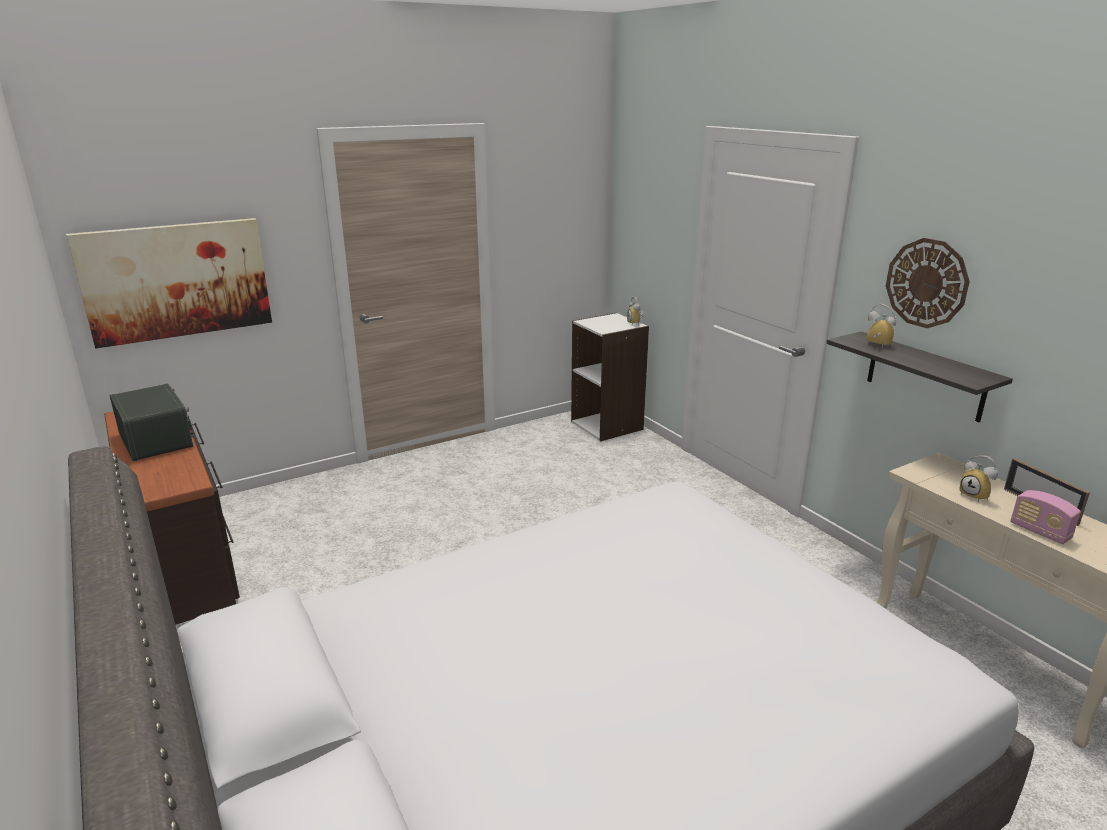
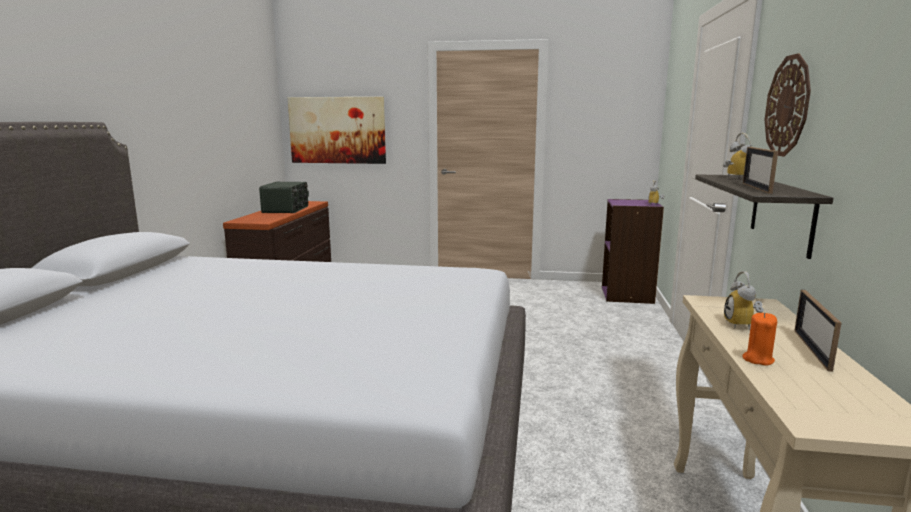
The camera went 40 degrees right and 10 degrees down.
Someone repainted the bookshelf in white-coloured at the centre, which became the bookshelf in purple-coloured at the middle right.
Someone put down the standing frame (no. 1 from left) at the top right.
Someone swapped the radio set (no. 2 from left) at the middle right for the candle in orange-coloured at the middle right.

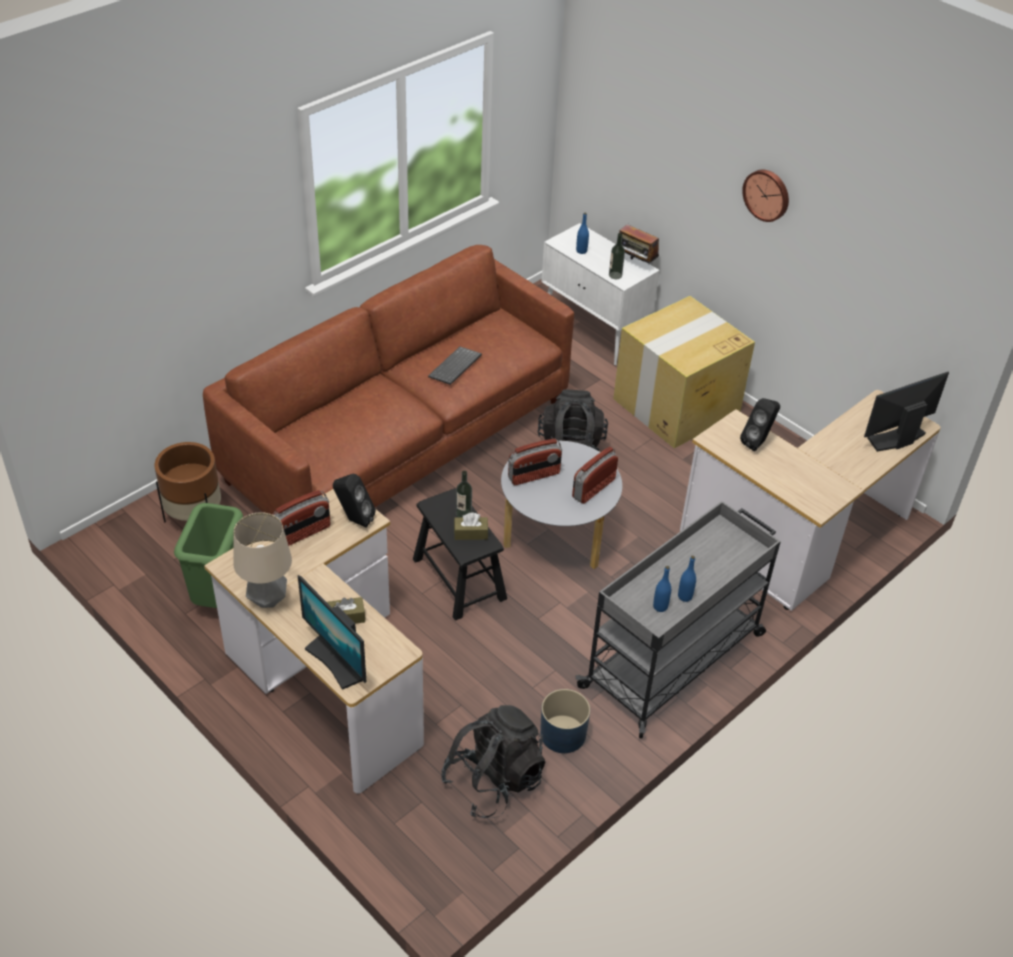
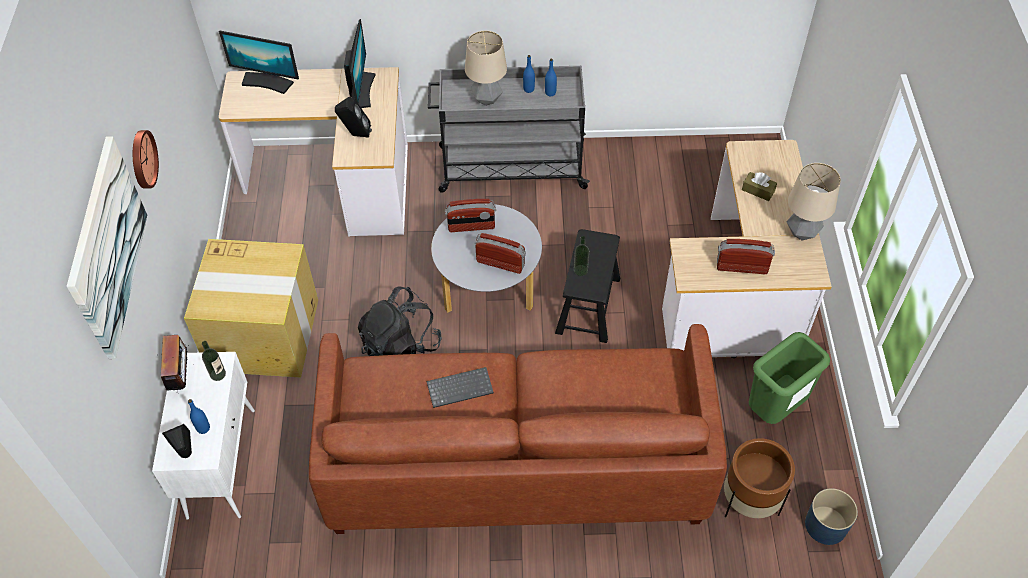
The camera went 135 degrees left and 10 degrees up.
Someone put up the wall art at the middle left.
Someone carried the speaker in black (no. 1 from left) from the centre to the bottom left.
Someone carried the monitor (no. 1 from left in the first image) from the middle left to the top centre.
Someone put down the lamp for a table (no. 1 from left) at the top centre.
Someone carried the planter in blue-coloured from the bottom centre to the bottom right.
Someone took away the rucksack in black (no. 1 from left) at the bottom centre.
Someone took away the box of tissues in brownish (no. 2 from left) at the centre.

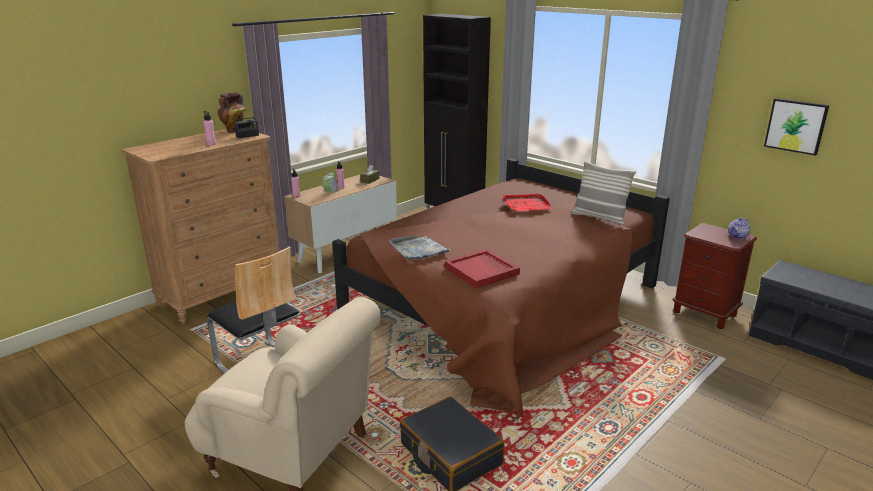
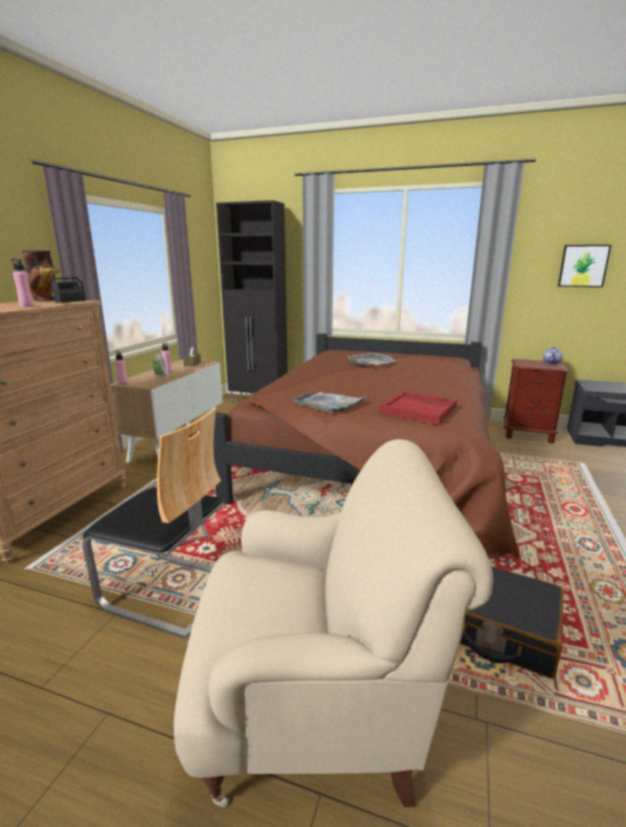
The camera went 25 degrees left and 5 degrees down.
Someone repainted the tray in reddish (no. 2 from left) at the centre, which became the tray in greyish (no. 2 from left) at the centre.
Someone took away the throw pillow at the middle right.

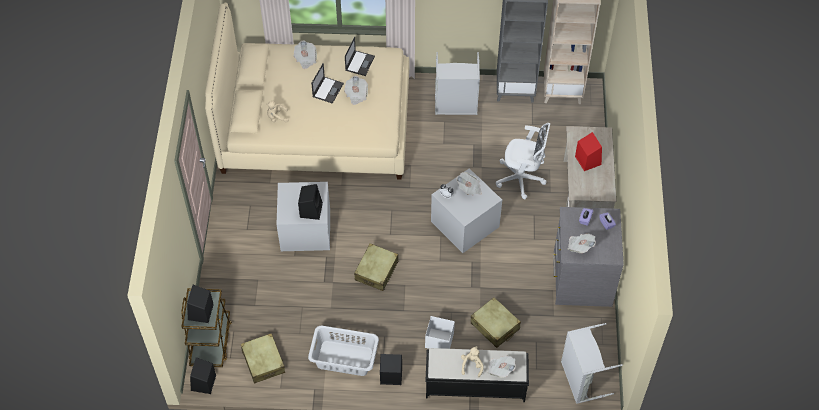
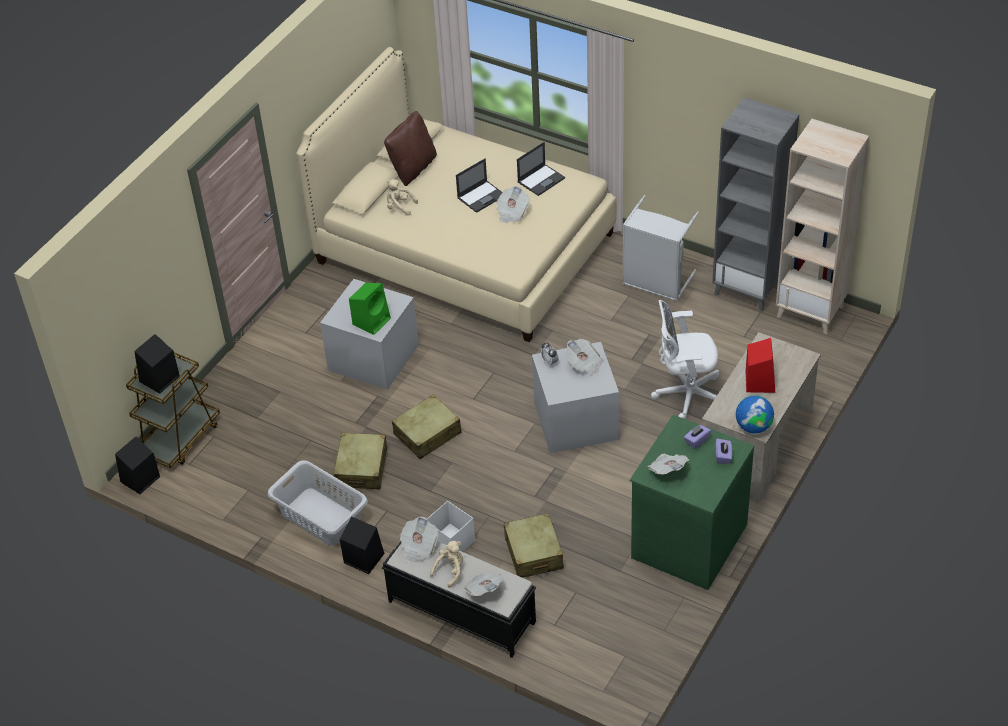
The camera went 30 degrees right and 10 degrees down.
Someone carried the suitcase in beige (no. 1 from left) from the bottom left to the centre.
Someone repainted the speaker in black (no. 3 from left) at the centre, which became the speaker in green at the centre.
Someone put down the throw pillow in brownish at the top centre.
Someone carried the newspaper (no. 1 from left) from the top centre to the bottom centre.
Someone repainted the chest of drawers in greyish at the middle right, which became the chest of drawers in green at the bottom right.
Someone rotated the office chair in white-coloured at the centre by 135 degrees clockwise.
Someone put down the globe at the middle right.
Someone took away the washing basket in greyish (no. 3 from left) at the bottom right.

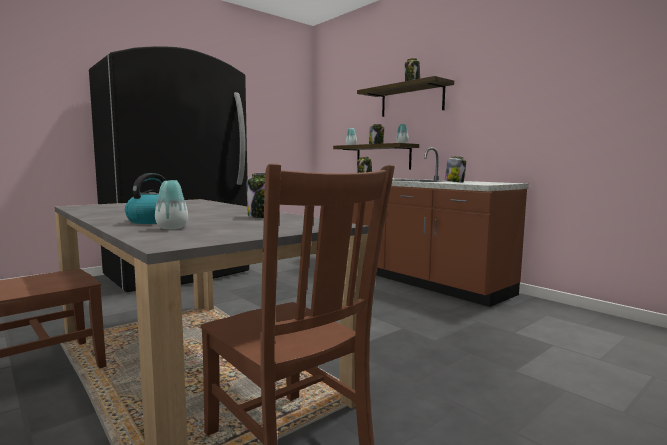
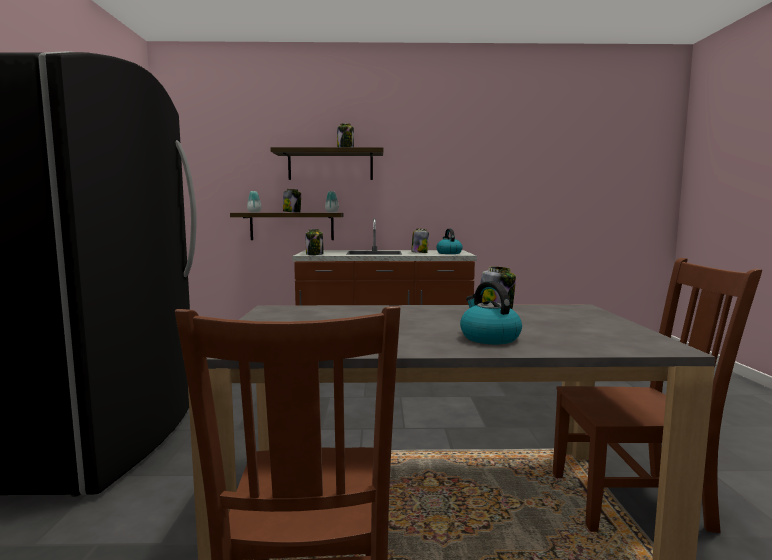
The camera went 50 degrees left and 0 degrees up.
Someone put down the kettle (no. 1 from left) at the centre.
Someone took away the vase (no. 1 from left) at the middle left.

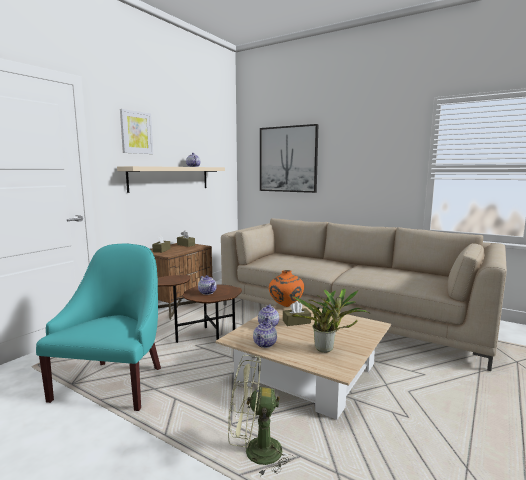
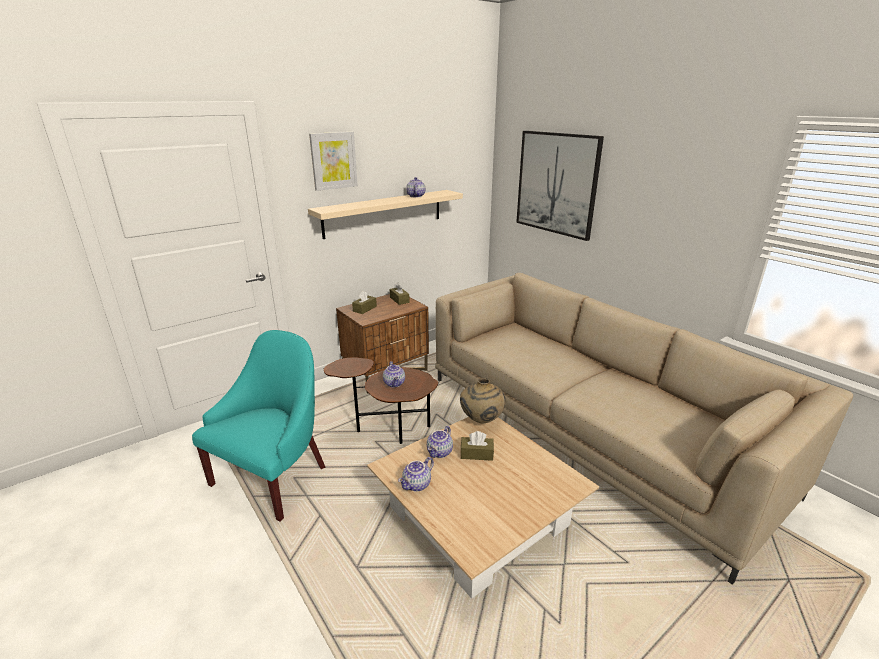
The camera went 20 degrees right and 15 degrees up.
Someone repainted the vase in orange-coloured at the centre, which became the vase in beige at the centre.
Someone took away the electric fan in green at the bottom centre.
Someone took away the potted plant at the bottom centre.

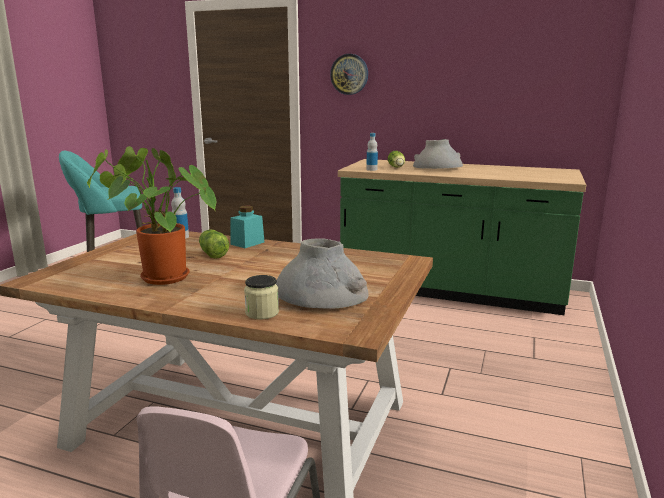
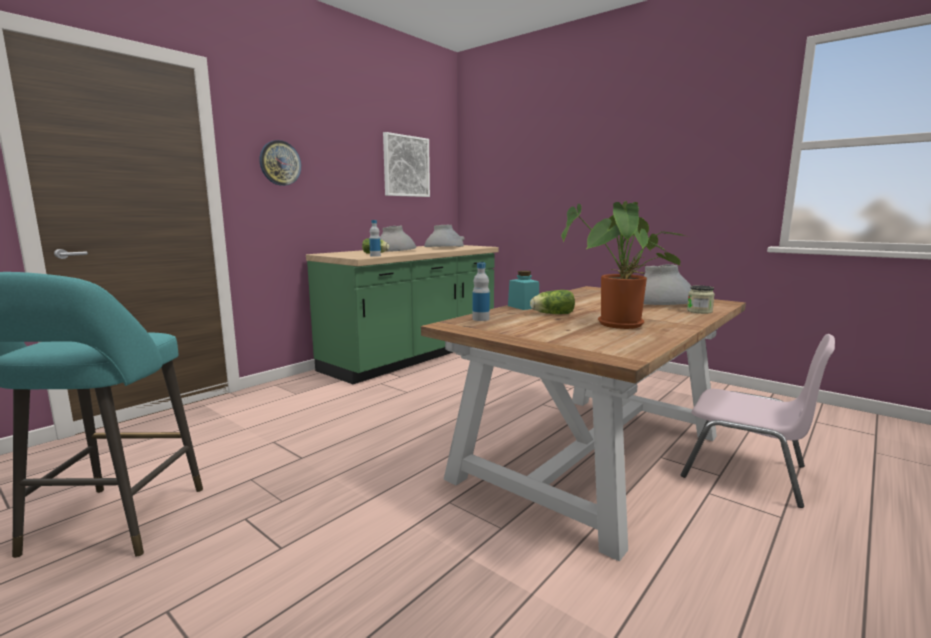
The camera went 70 degrees left and 5 degrees down.
Someone put up the wall art at the top centre.
Someone put down the vase in greyish (no. 2 from left) at the centre.

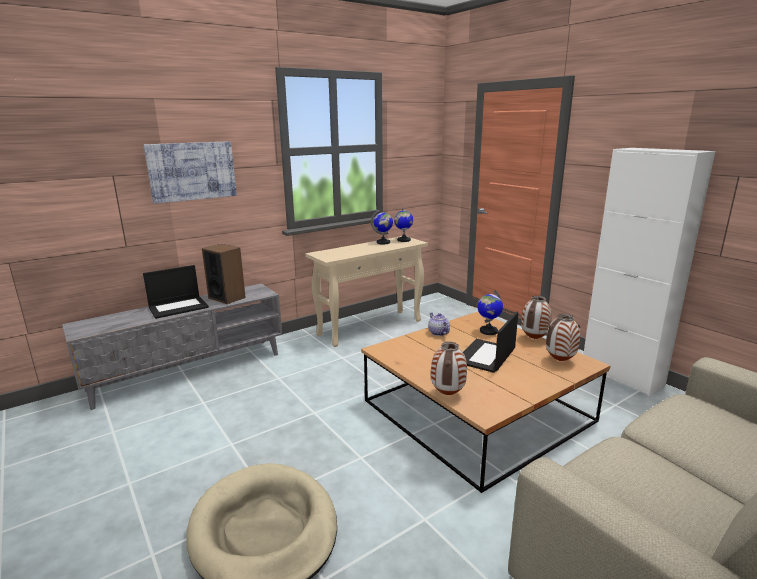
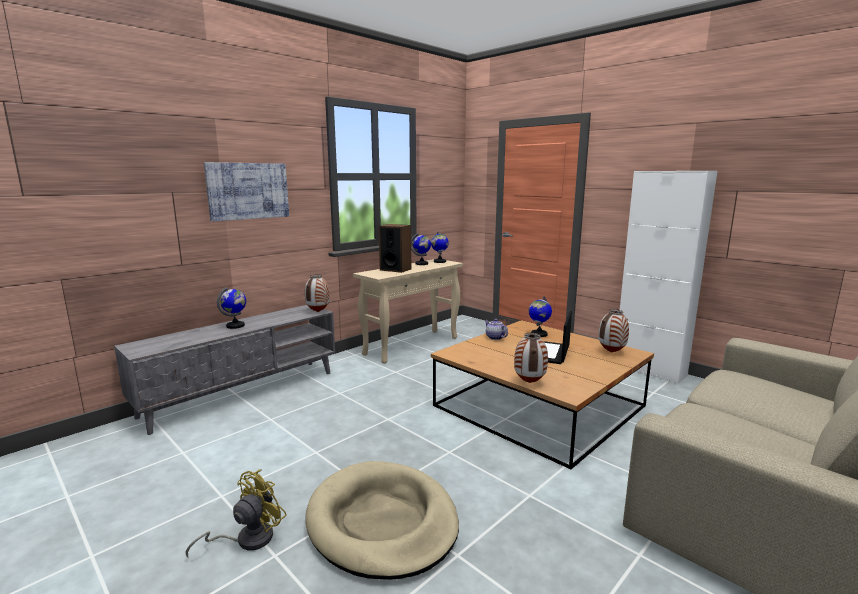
The camera went 10 degrees left and 5 degrees down.
Someone put down the electric fan in yellow-coloured at the bottom left.
Someone swapped the portable computer (no. 1 from left) at the middle left for the globe (no. 1 from left) at the middle left.
Someone carried the vase (no. 2 from left in the first image) from the middle right to the centre.
Someone carried the speaker from the middle left to the centre.

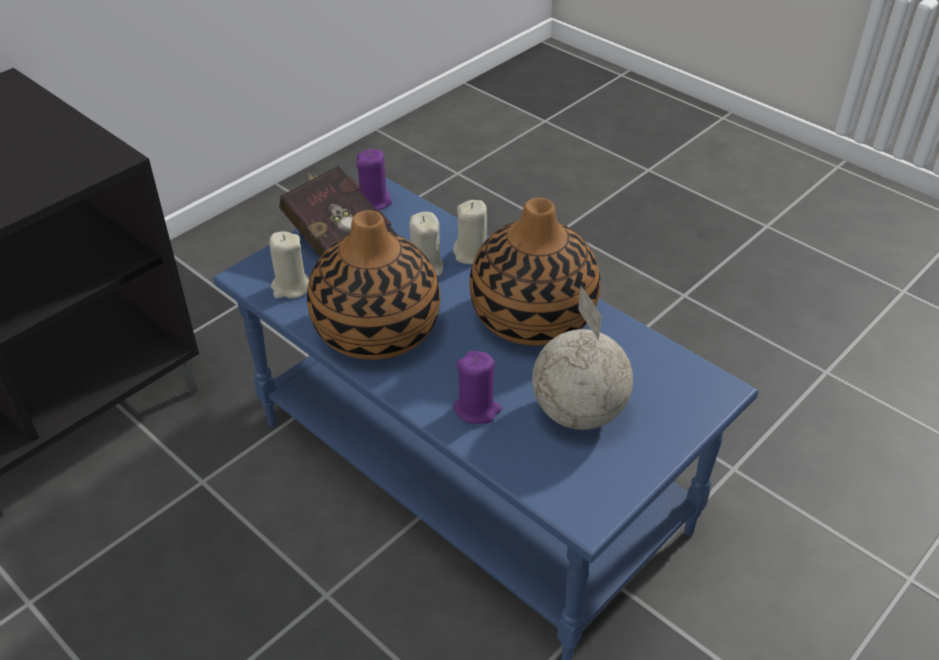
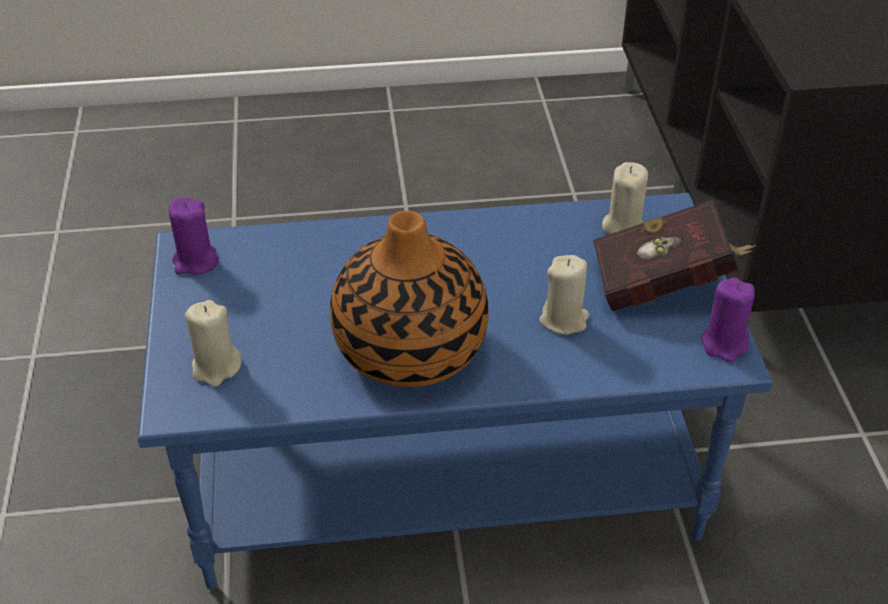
The camera went 130 degrees right and 0 degrees up.
Someone carried the candle in purple-coloured (no. 2 from left in the first image) from the centre to the middle left.
Someone carried the candle in beige (no. 3 from left in the first image) from the centre to the middle left.
Someone took away the vase (no. 1 from left) at the centre.
Someone took away the globe at the centre.

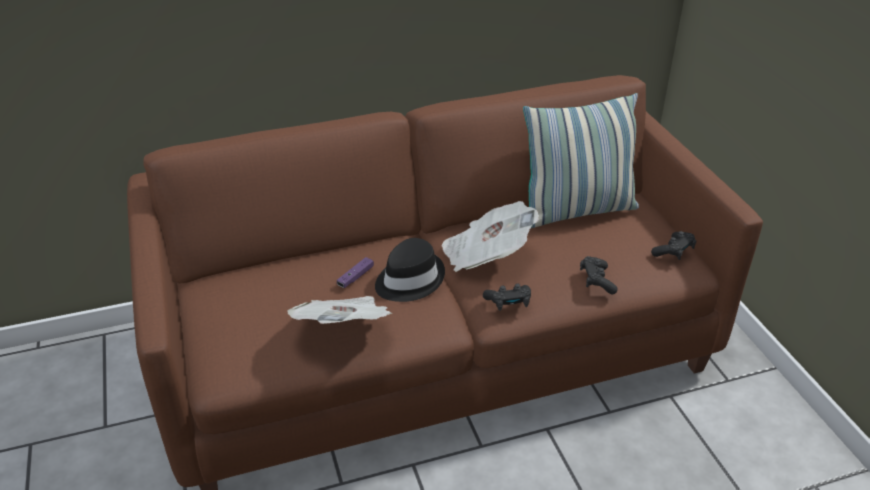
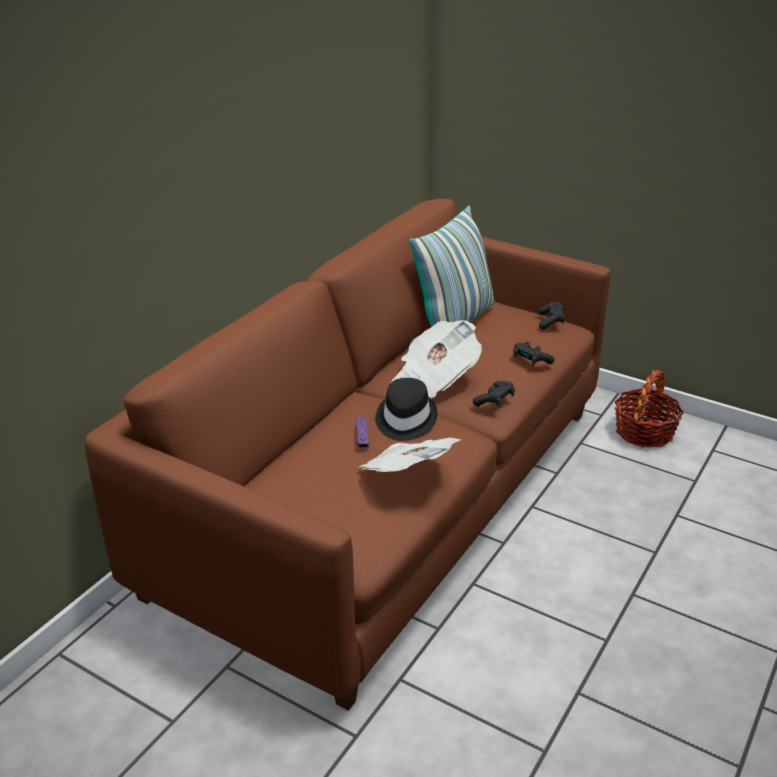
The camera went 40 degrees left and 5 degrees down.
Someone put down the household basket at the middle right.

